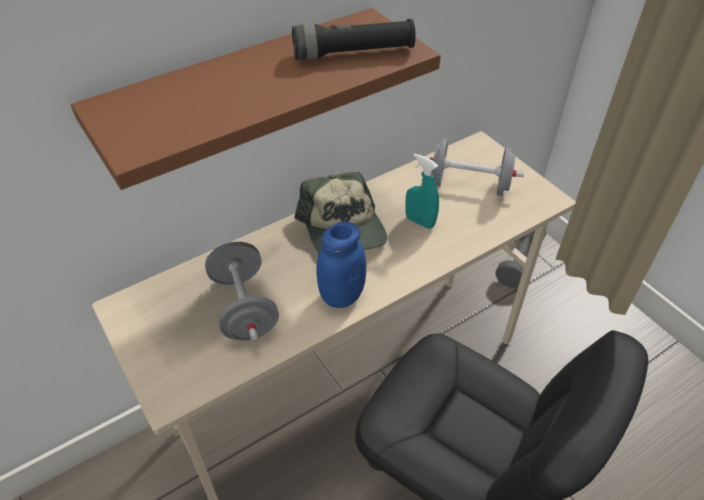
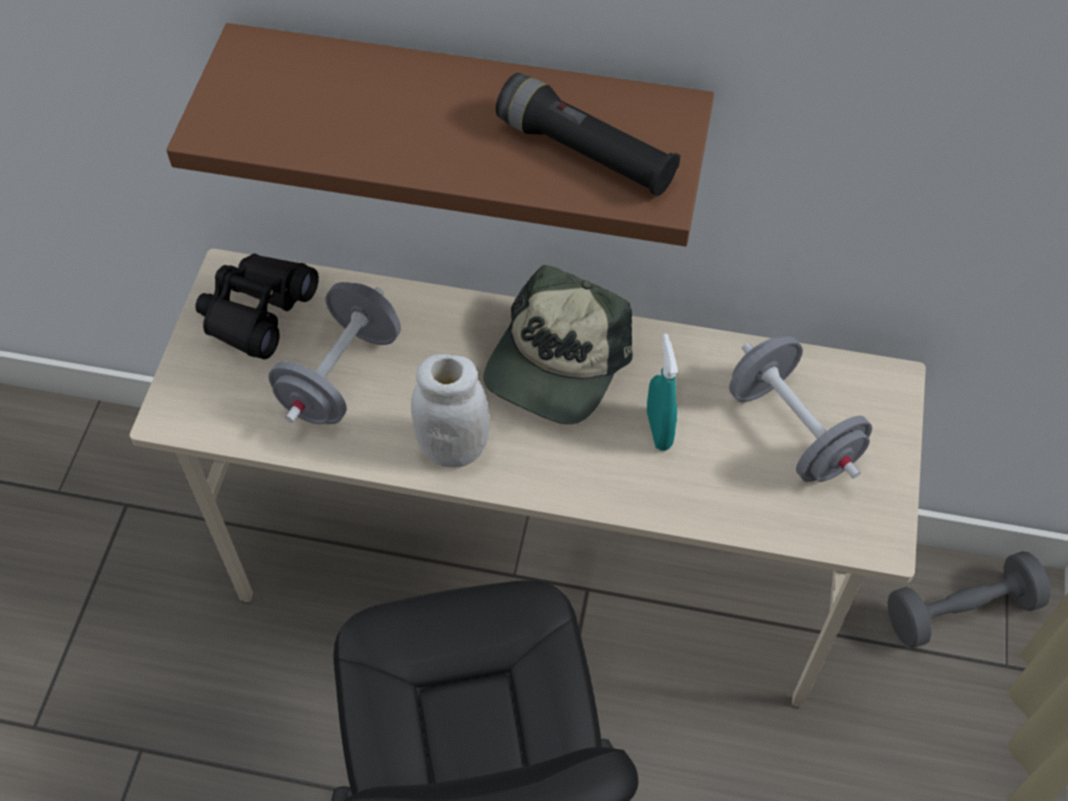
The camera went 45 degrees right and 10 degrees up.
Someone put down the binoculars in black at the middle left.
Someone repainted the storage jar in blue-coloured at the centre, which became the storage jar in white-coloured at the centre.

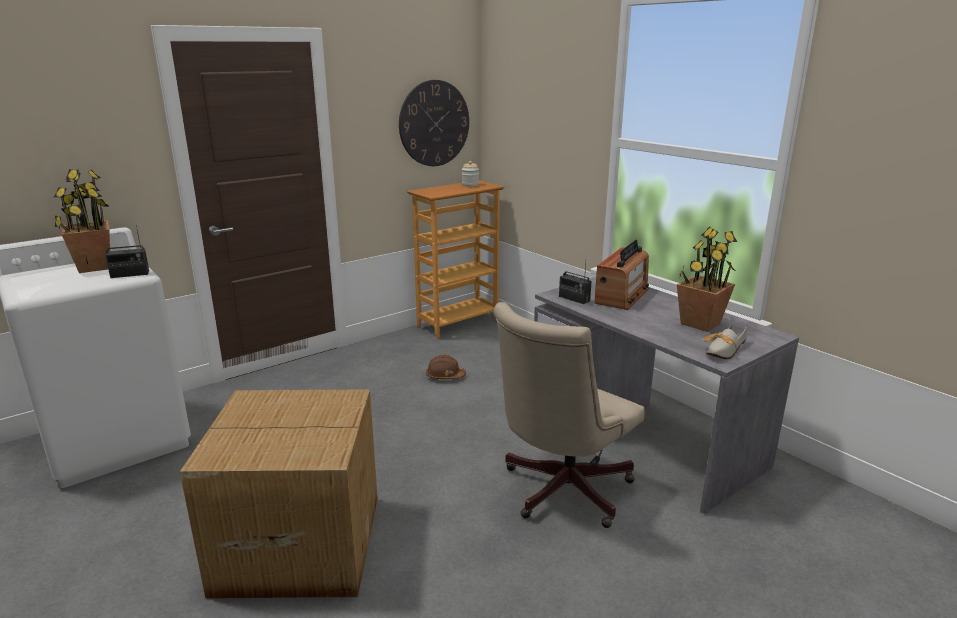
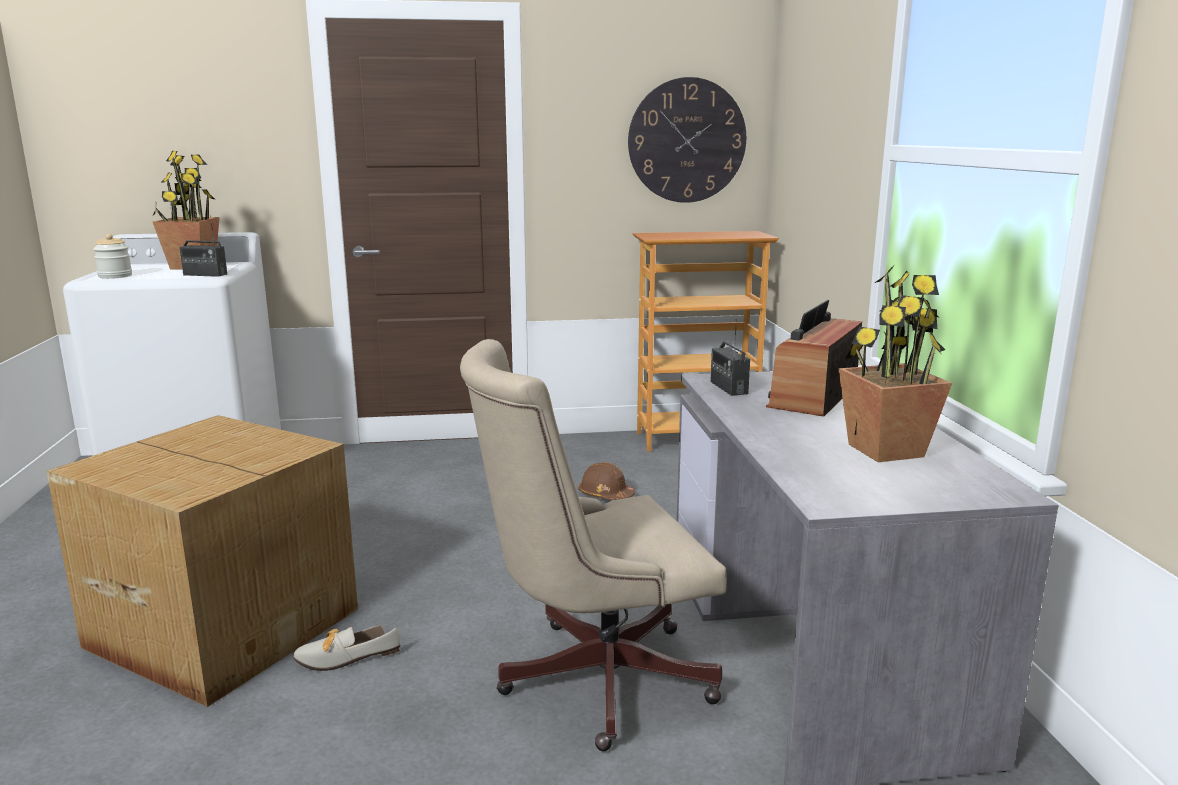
The camera went 30 degrees right and 5 degrees down.
Someone carried the storage jar from the top centre to the top left.
Someone carried the shoe from the middle right to the bottom left.
Someone rotated the radio set (no. 3 from left) at the centre by 150 degrees clockwise.

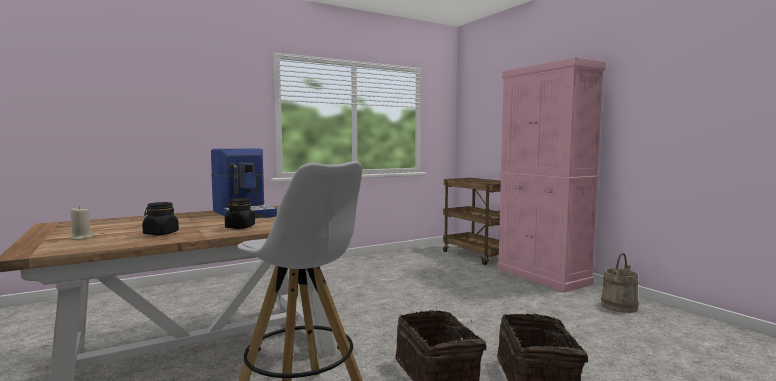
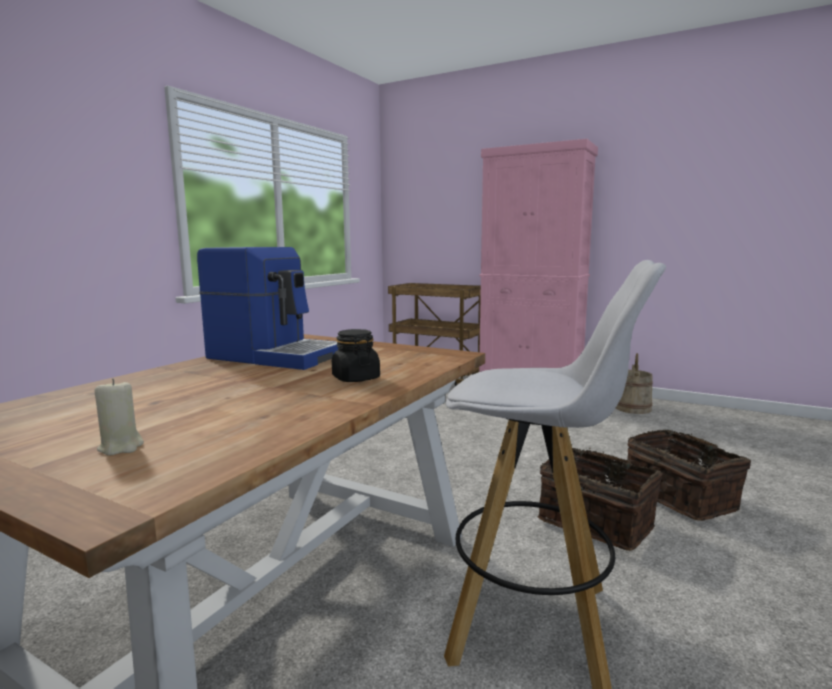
The camera went 30 degrees left and 5 degrees up.
Someone took away the storage jar in black (no. 1 from left) at the middle left.

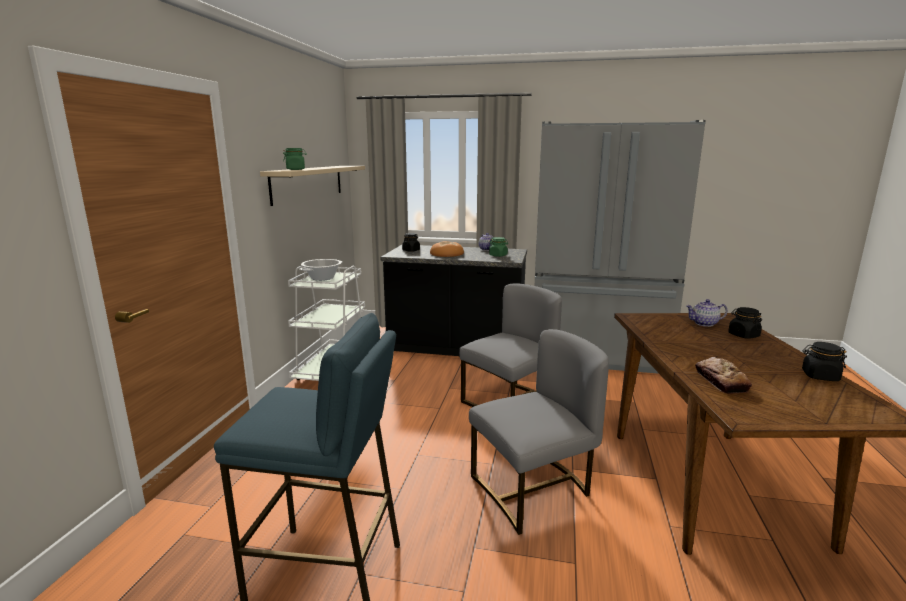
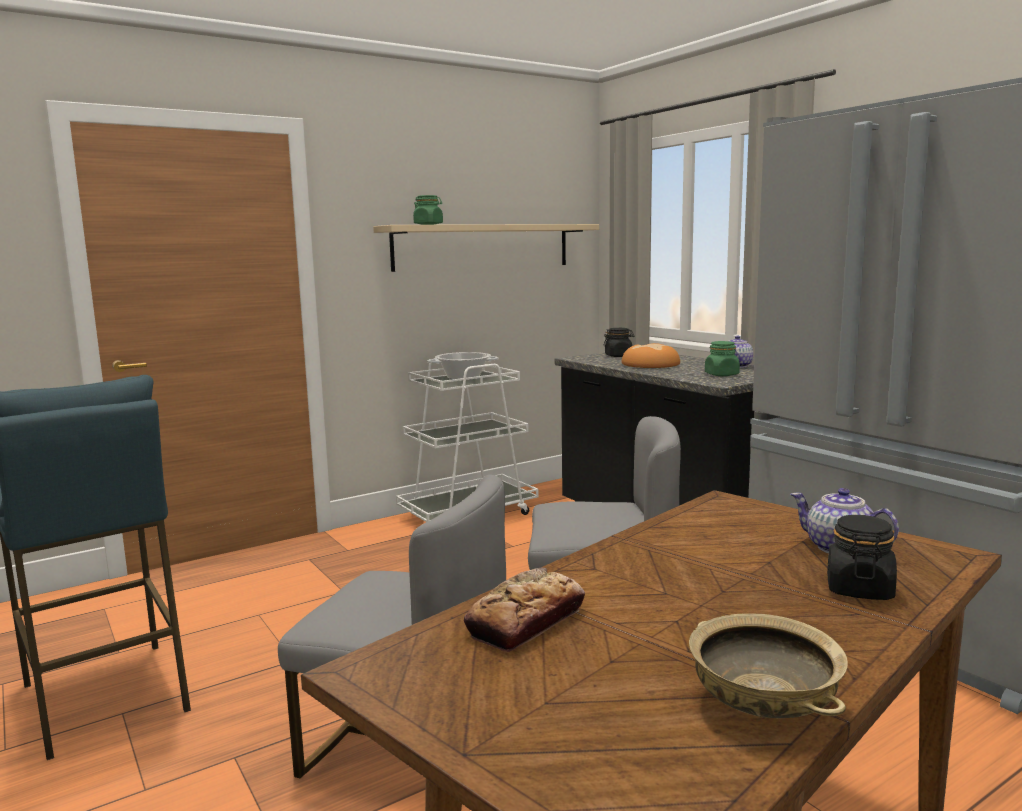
The camera went 45 degrees right and 5 degrees down.
Someone swapped the storage jar in black (no. 3 from left) at the middle right for the serving bowl in beige at the bottom right.

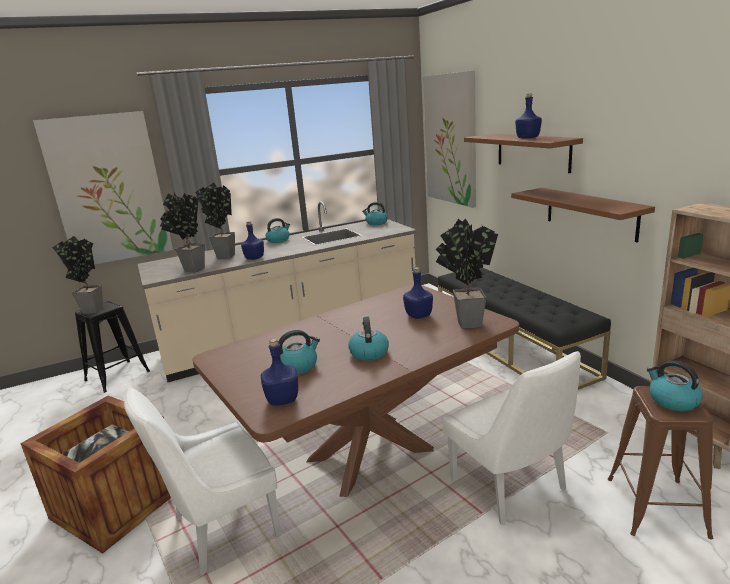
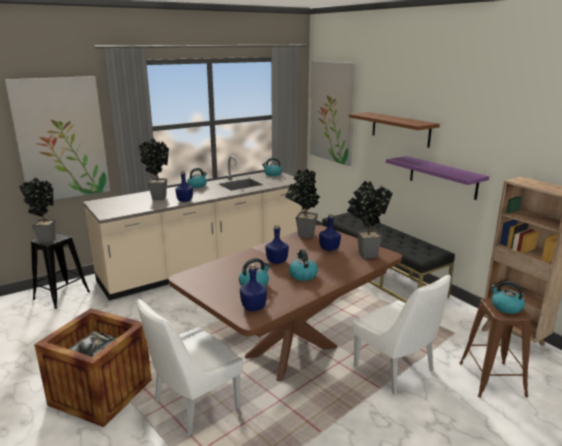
The camera went 10 degrees left and 0 degrees up.
Someone carried the bottle in blue-coloured (no. 4 from left in the first image) from the top right to the centre.
Someone carried the potted plant (no. 2 from left in the first image) from the middle left to the centre.
Someone repainted the bracket shelf in brownish (no. 2 from left) at the middle right, which became the bracket shelf in purple-coloured at the middle right.

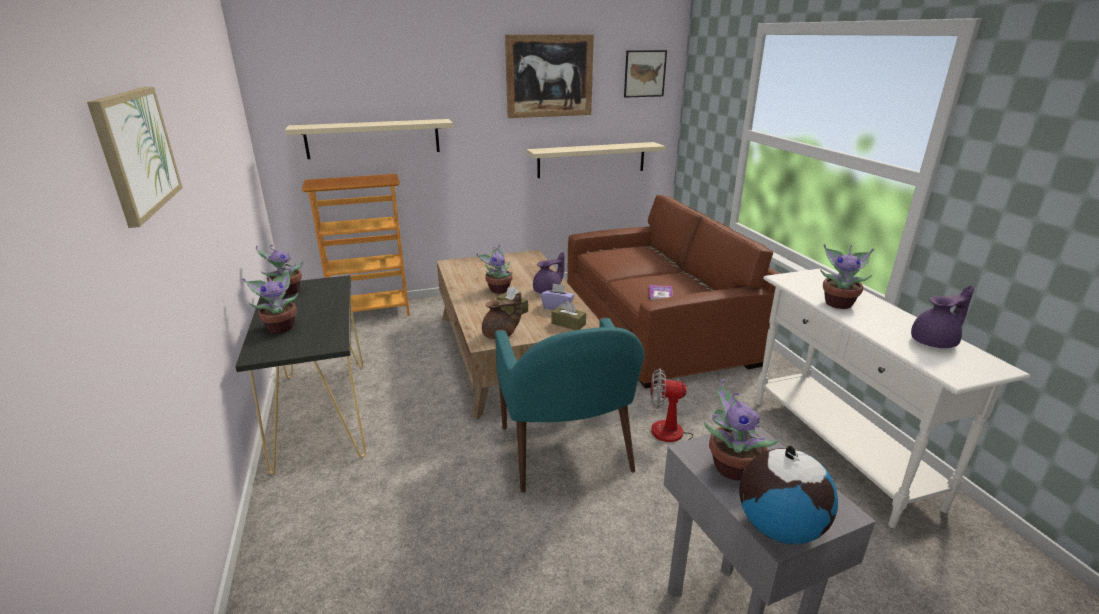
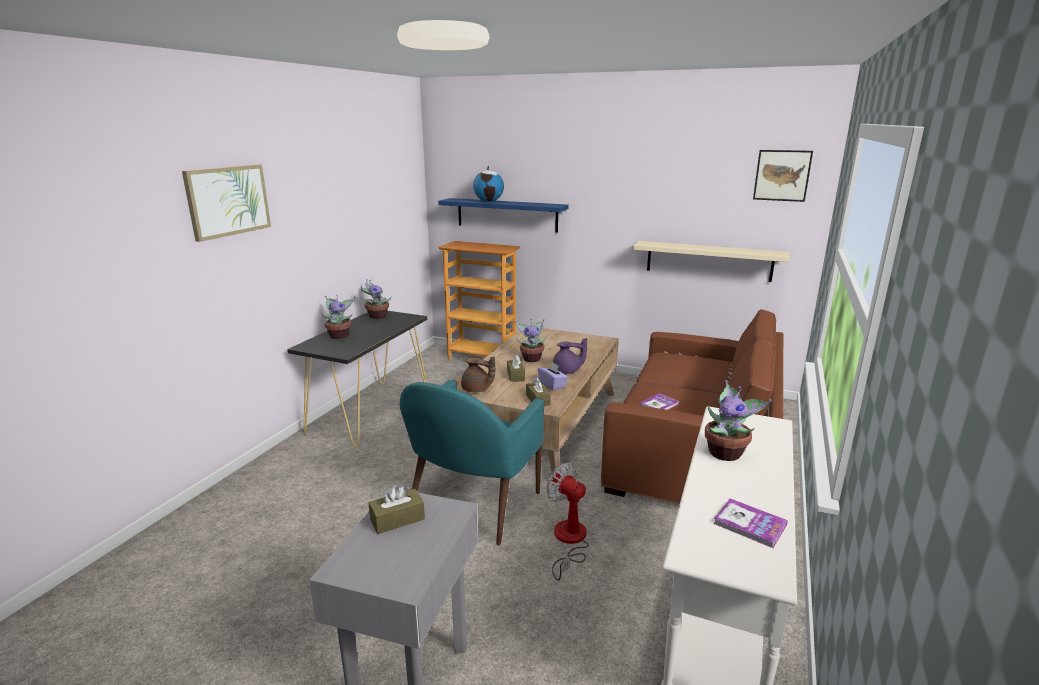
The camera went 40 degrees right and 5 degrees down.
Someone swapped the potted plant (no. 4 from left) at the bottom right for the box of tissues in brownish (no. 1 from left) at the bottom centre.
Someone repainted the bracket shelf in beige (no. 1 from left) at the top centre, which became the bracket shelf in blue-coloured at the top centre.
Someone carried the globe from the bottom right to the top centre.
Someone swapped the pot for tea in purple-coloured (no. 2 from left) at the middle right for the book (no. 2 from left) at the bottom right.
Someone took away the wall art (no. 2 from left) at the top centre.

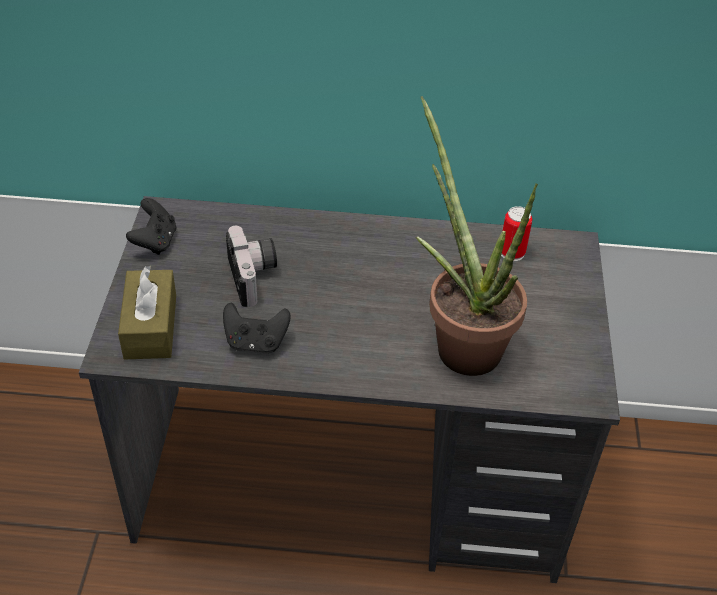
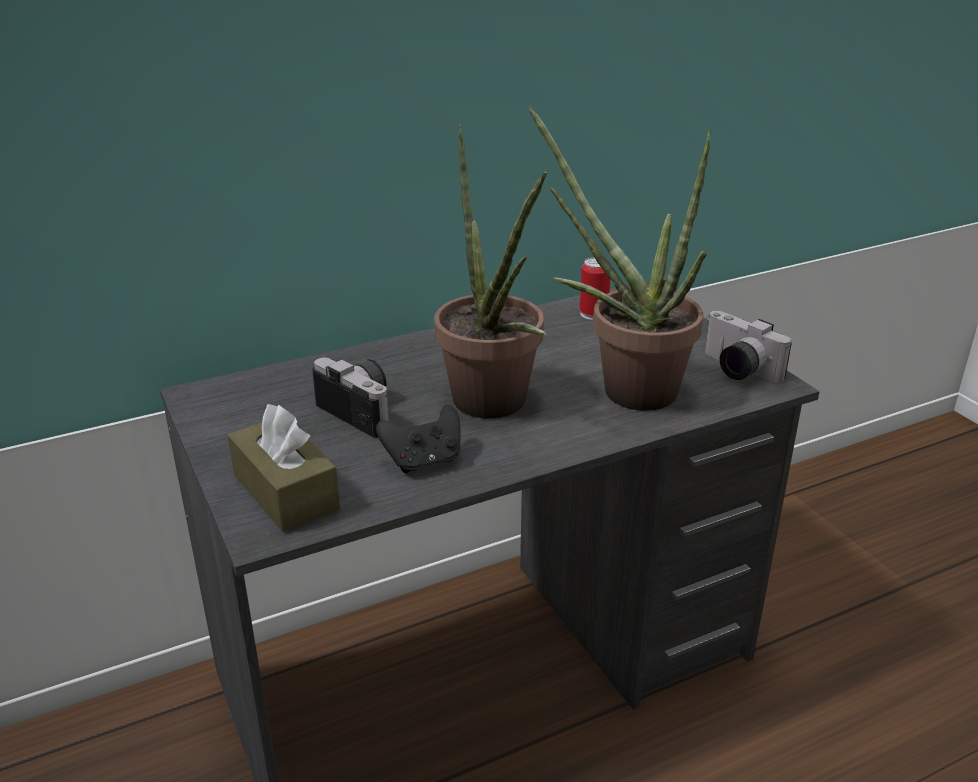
The camera went 30 degrees left and 15 degrees down.
Someone put down the potted plant (no. 1 from left) at the centre.
Someone put down the photo camera (no. 2 from left) at the middle right.
Someone took away the joypad in black (no. 1 from left) at the middle left.

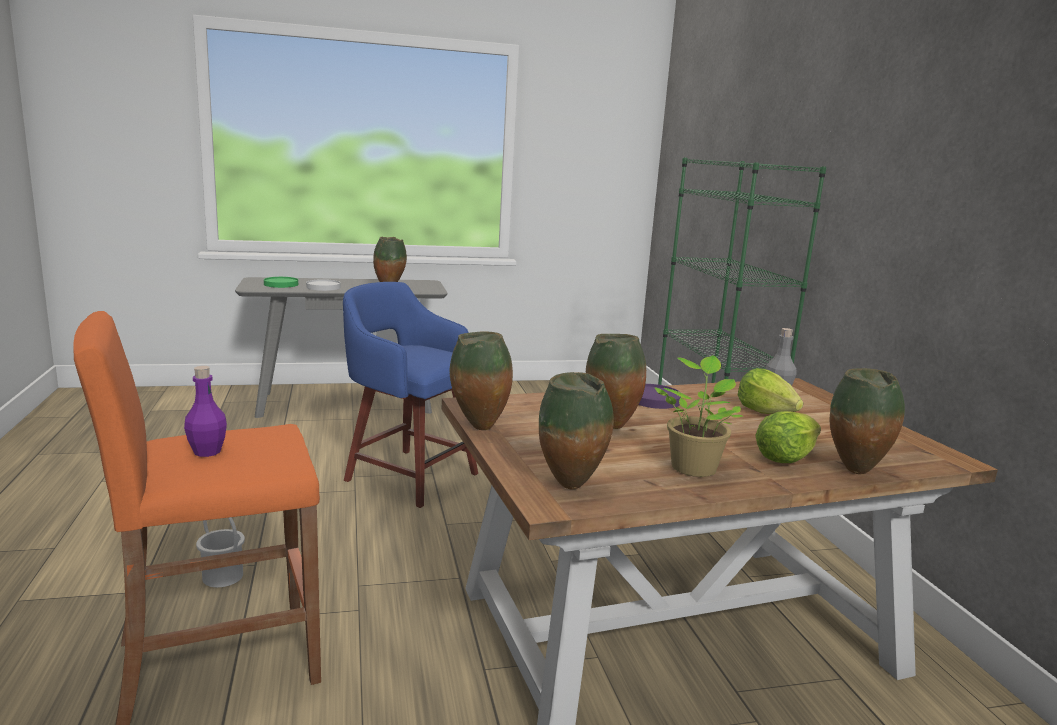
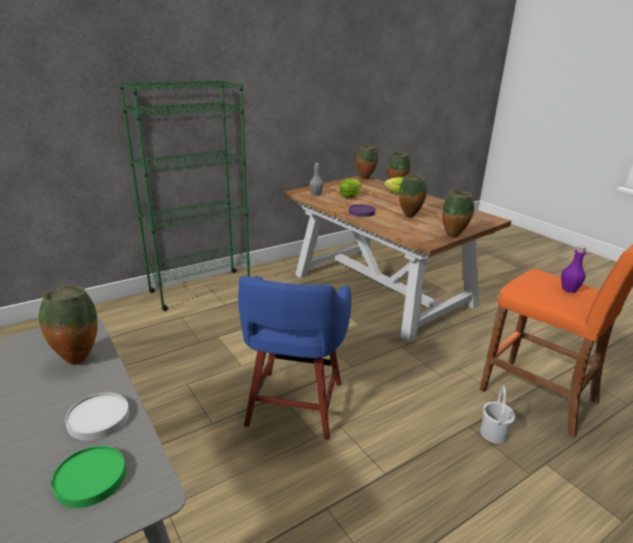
The camera went 110 degrees left and 10 degrees up.
Someone carried the vase (no. 3 from left in the first image) from the centre to the top centre.
Someone took away the potted plant at the centre.

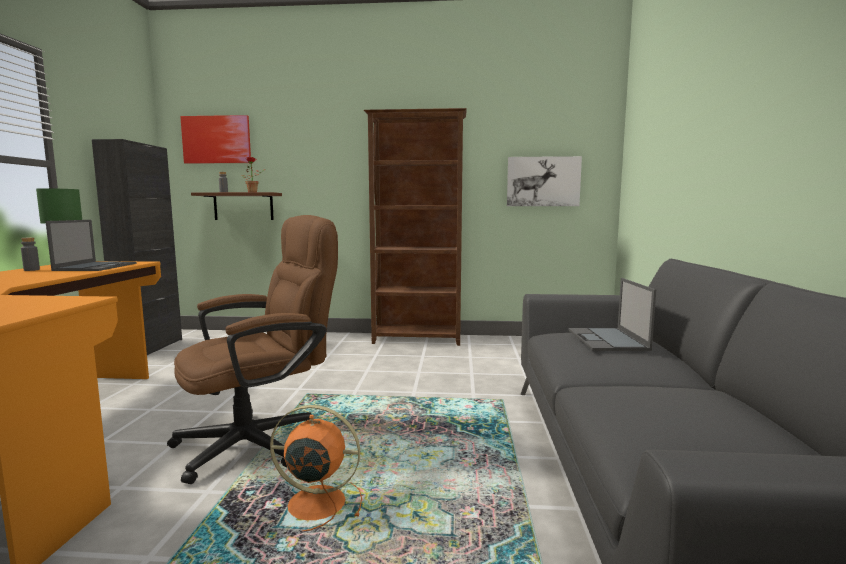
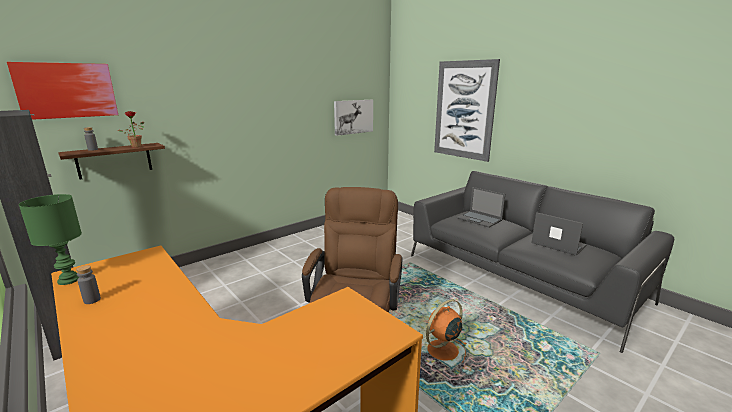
The camera went 45 degrees left and 10 degrees up.
Someone put up the wall art (no. 3 from left) at the top centre.
Someone carried the portable computer (no. 1 from left in the first image) from the middle left to the middle right.
Someone took away the bookshelf in brownish at the centre.

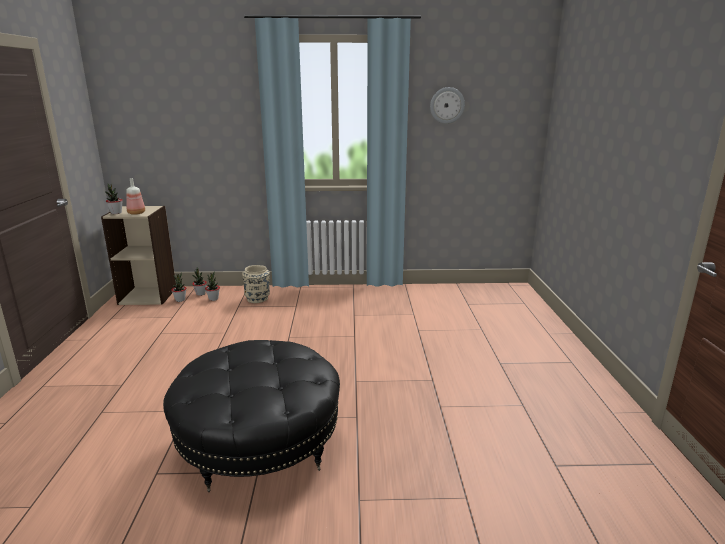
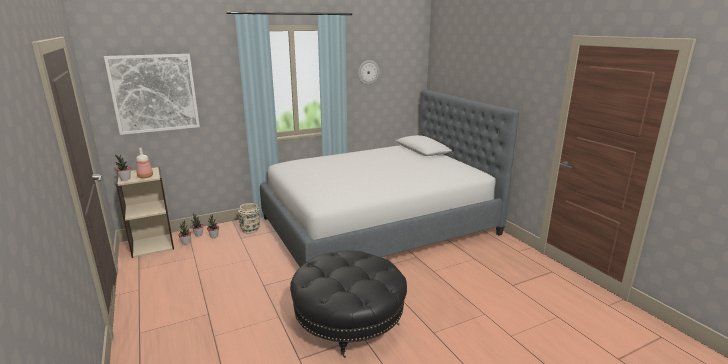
The camera went 25 degrees left and 0 degrees up.
Someone put up the wall art at the top left.
Someone put down the bed at the centre.

